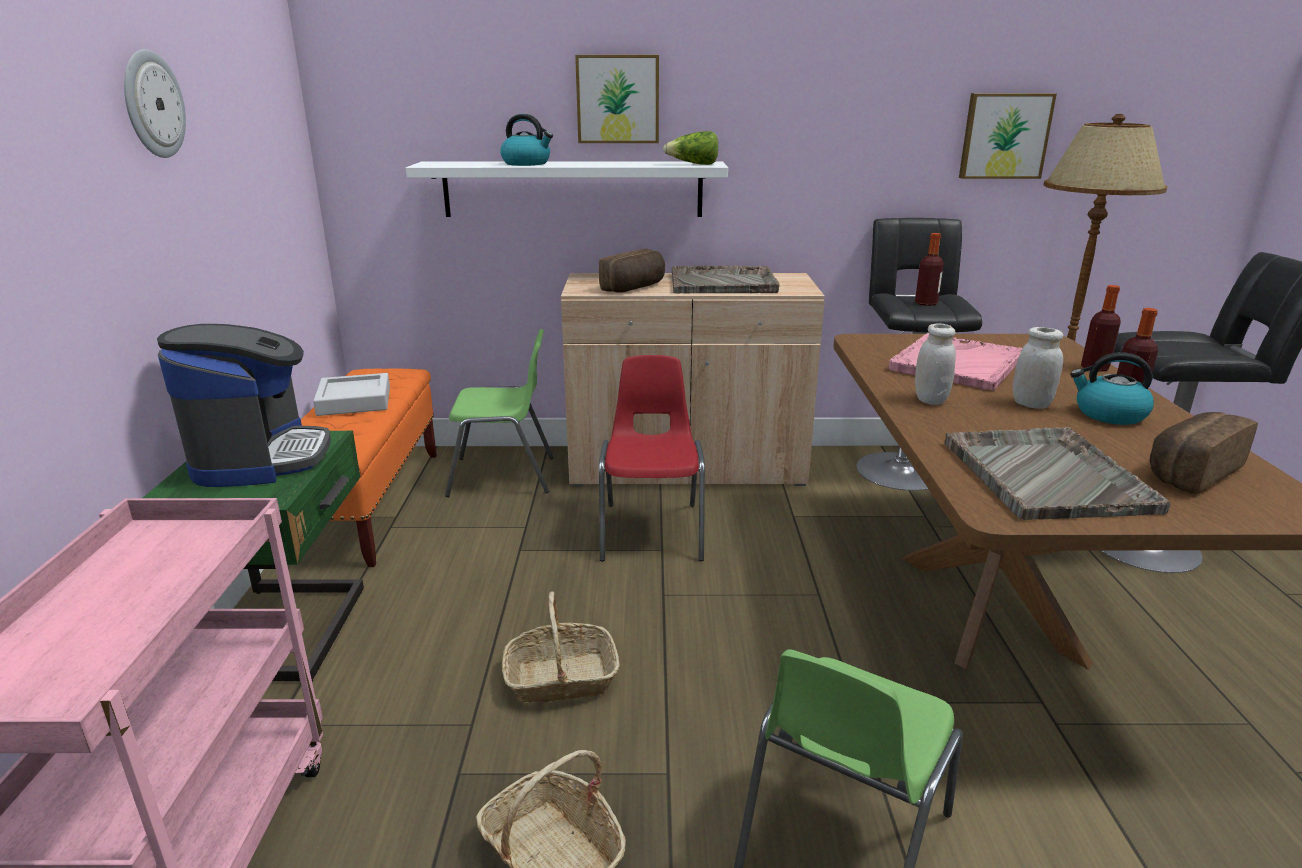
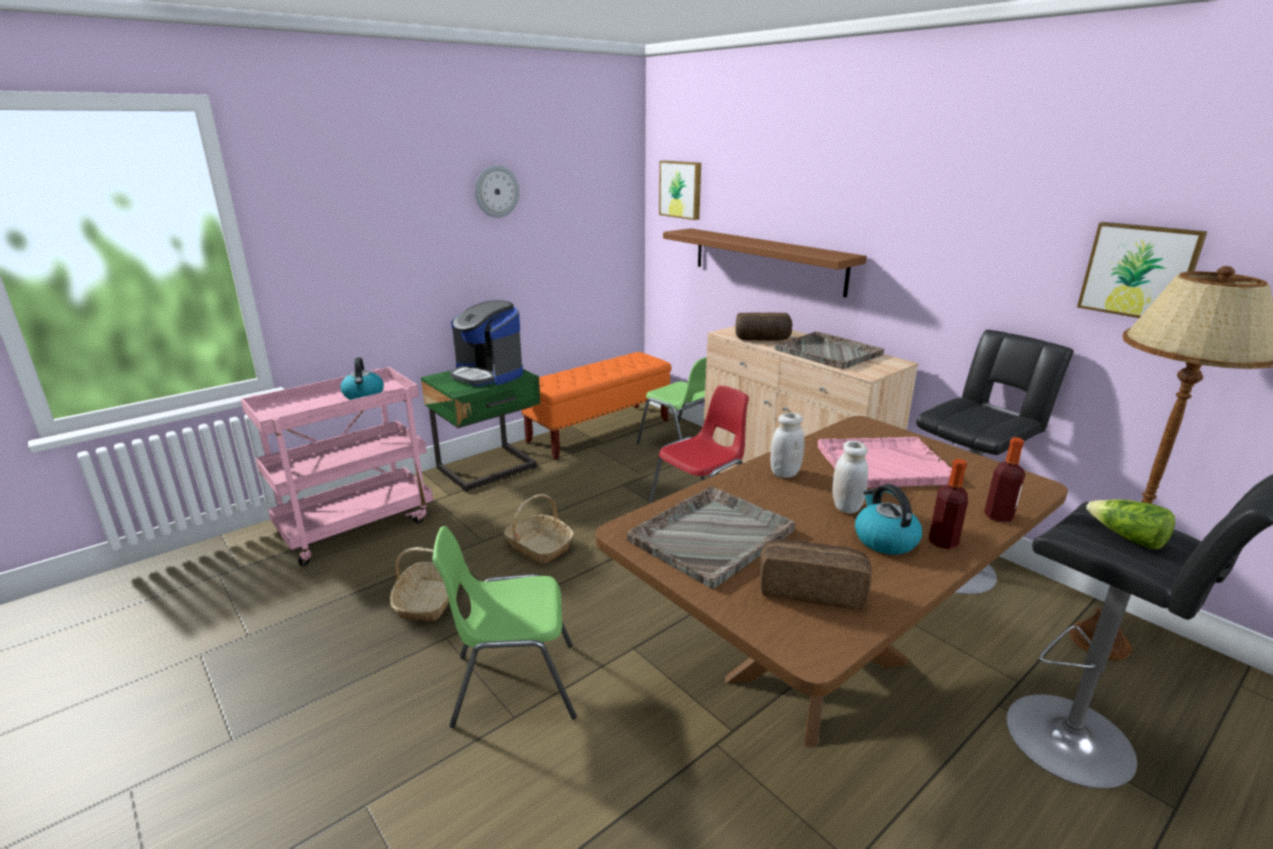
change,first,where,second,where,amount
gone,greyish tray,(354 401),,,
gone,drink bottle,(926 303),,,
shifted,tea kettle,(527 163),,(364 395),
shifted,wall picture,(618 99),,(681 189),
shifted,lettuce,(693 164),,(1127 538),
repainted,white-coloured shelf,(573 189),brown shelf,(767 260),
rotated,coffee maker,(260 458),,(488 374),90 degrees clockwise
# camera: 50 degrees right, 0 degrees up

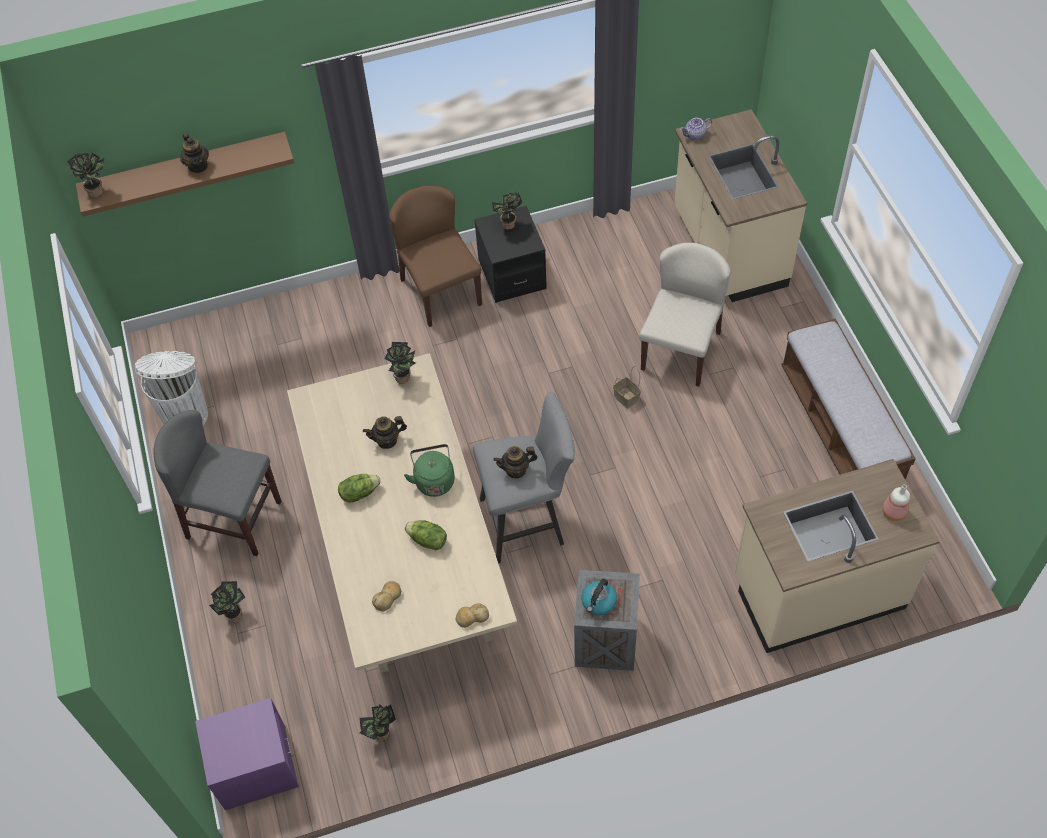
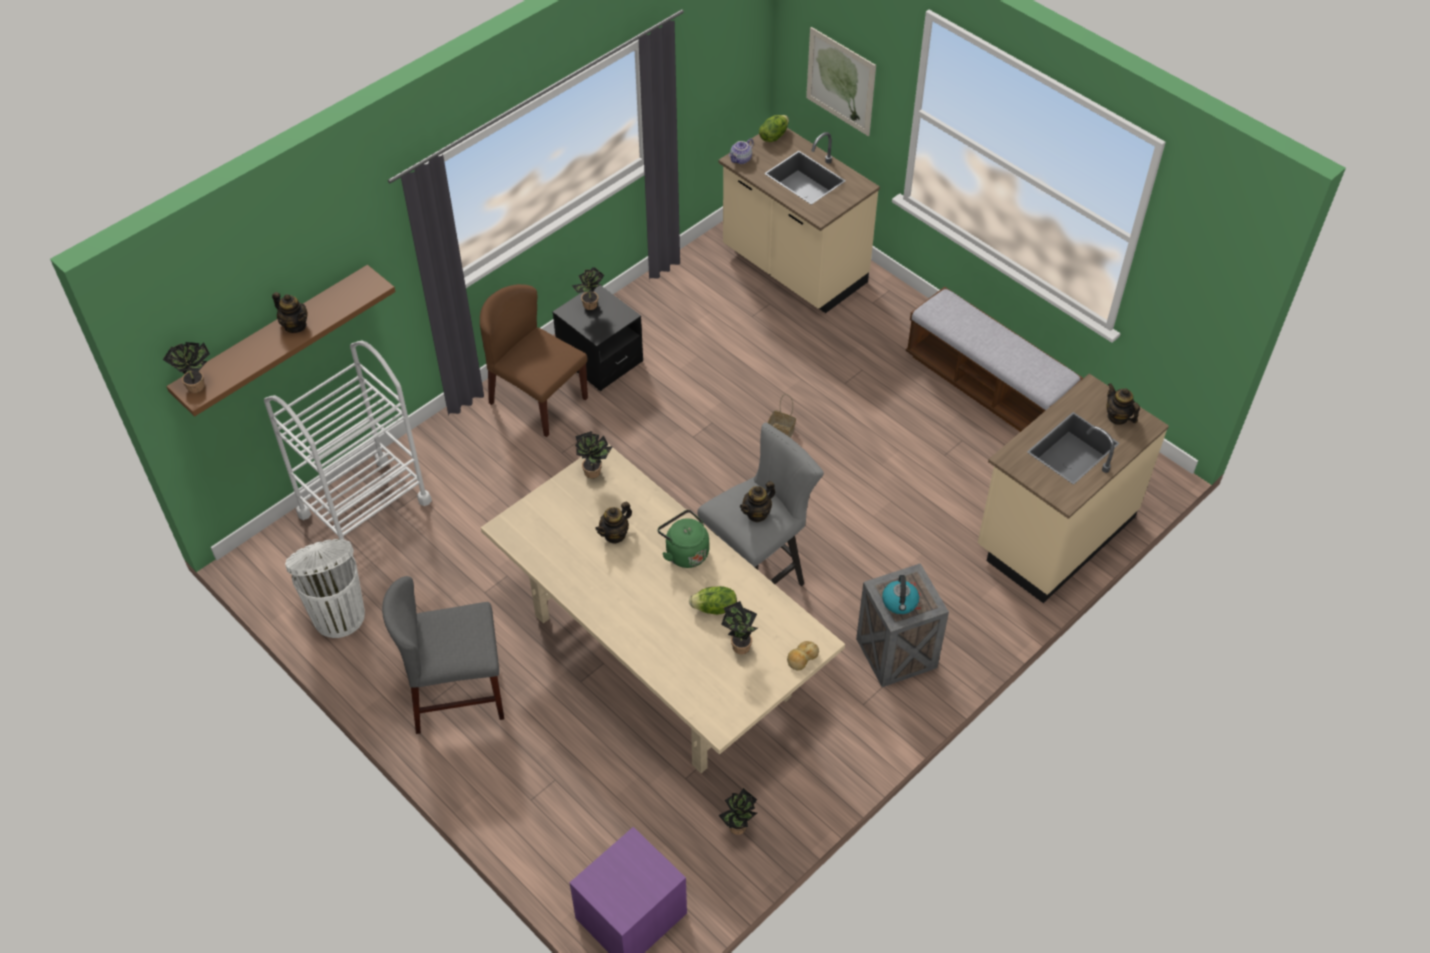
change,first,where,second,where,amount
gone,bread,(388 598),,,
gone,beige plain chair,(680 350),,,
new,,,white-coloured cart,(364 507),
new,,,wall picture,(840 81),
shifted,potted plant,(234 614),,(739 645),
shifted,lettuce,(359 493),,(773 136),
swapped,drink bottle,(893 513),tea pot,(1117 417),
# camera: 30 degrees left, 5 degrees down

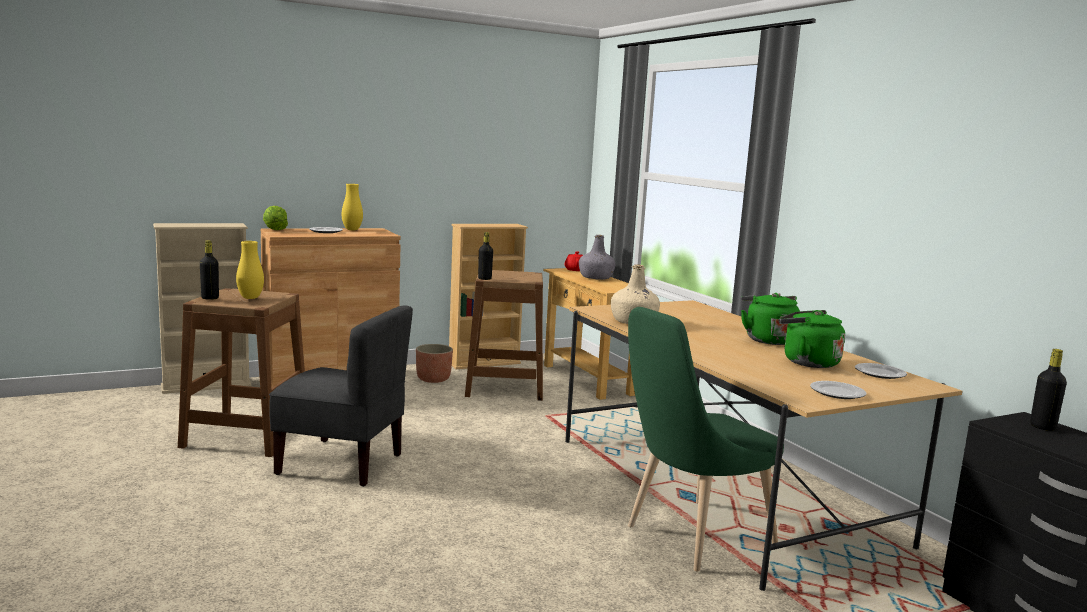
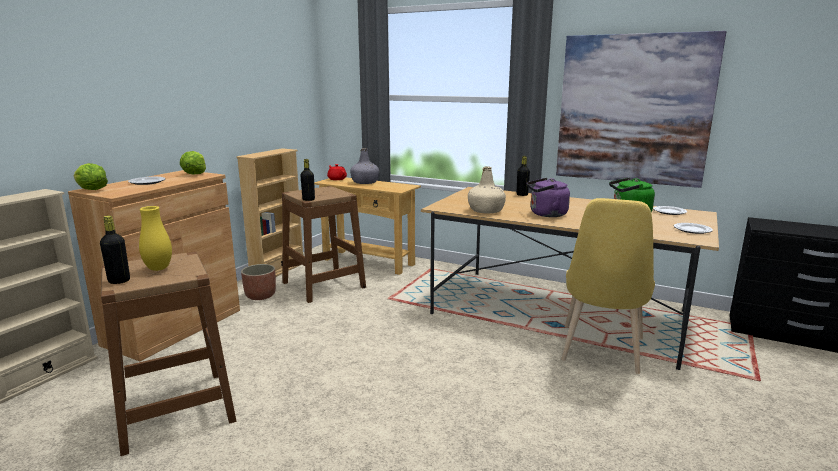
change,first,where,second,where,amount
gone,greyish plain chair,(341 464),,,
gone,yellowish flower vase,(352 230),,,
gone,green tea kettle,(767 340),,,
new,,,lettuce,(194 174),
new,,,purple tea kettle,(546 214),
new,,,wall picture,(633 110),
shifted,black-coloured drink bottle,(1042 427),,(522 195),
repainted,green plain chair,(691 538),yellowish plain chair,(600 352),
# camera: 35 degrees left, 5 degrees up

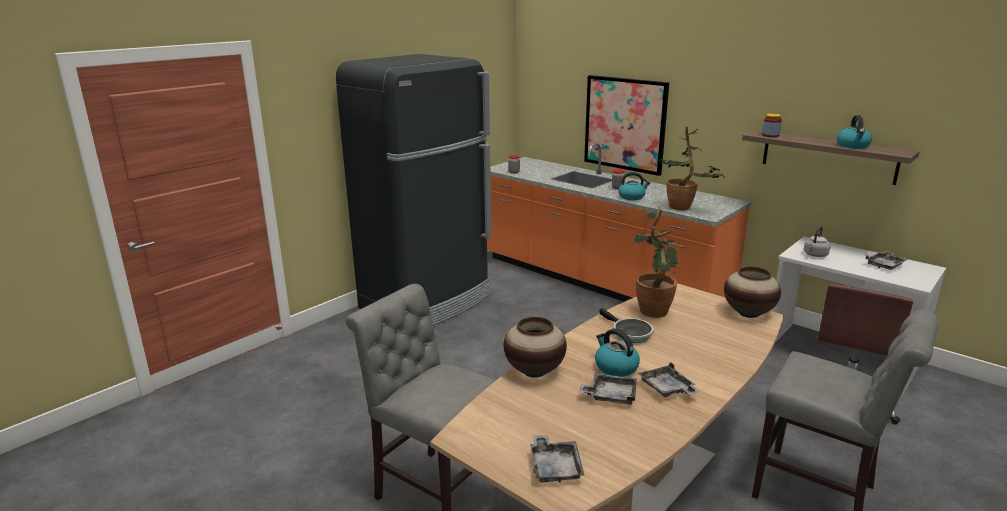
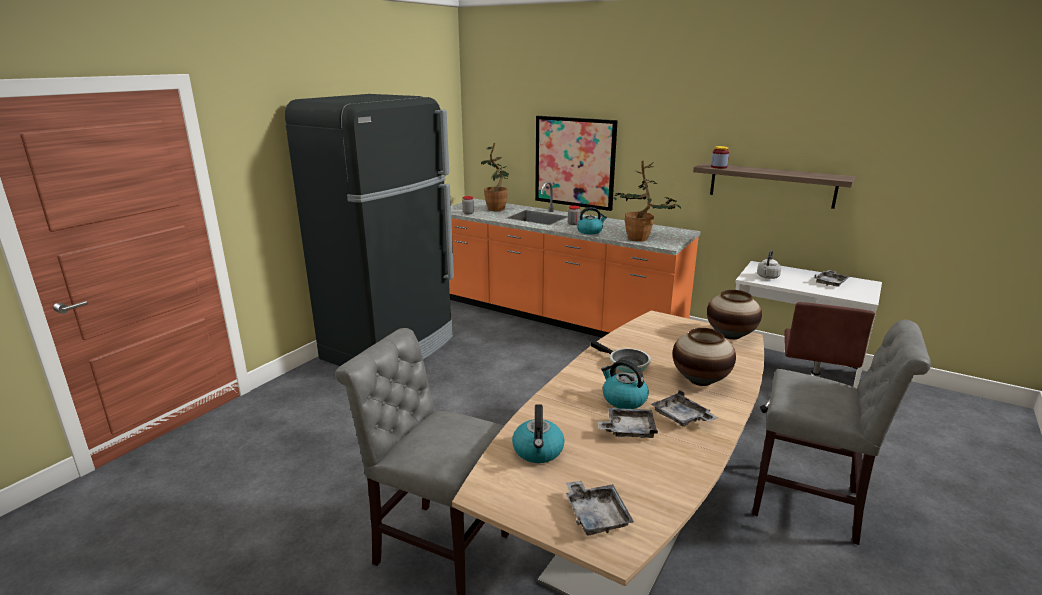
change,first,where,second,where,amount
shifted,flower vase,(534 371),,(700 380),
shifted,potted plant,(656 308),,(498 208),
shifted,tea kettle,(853 145),,(538 451),
# camera: 10 degrees left, 0 degrees up

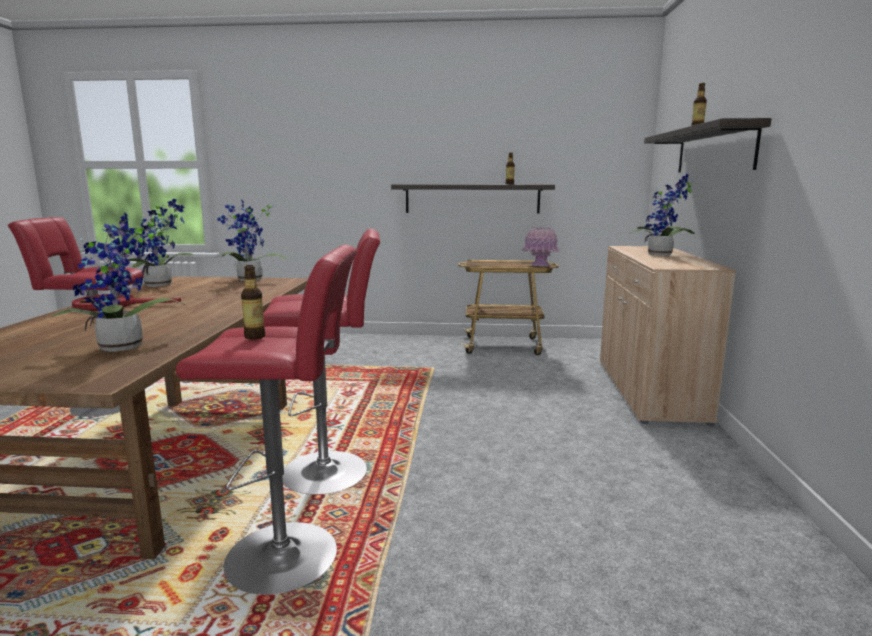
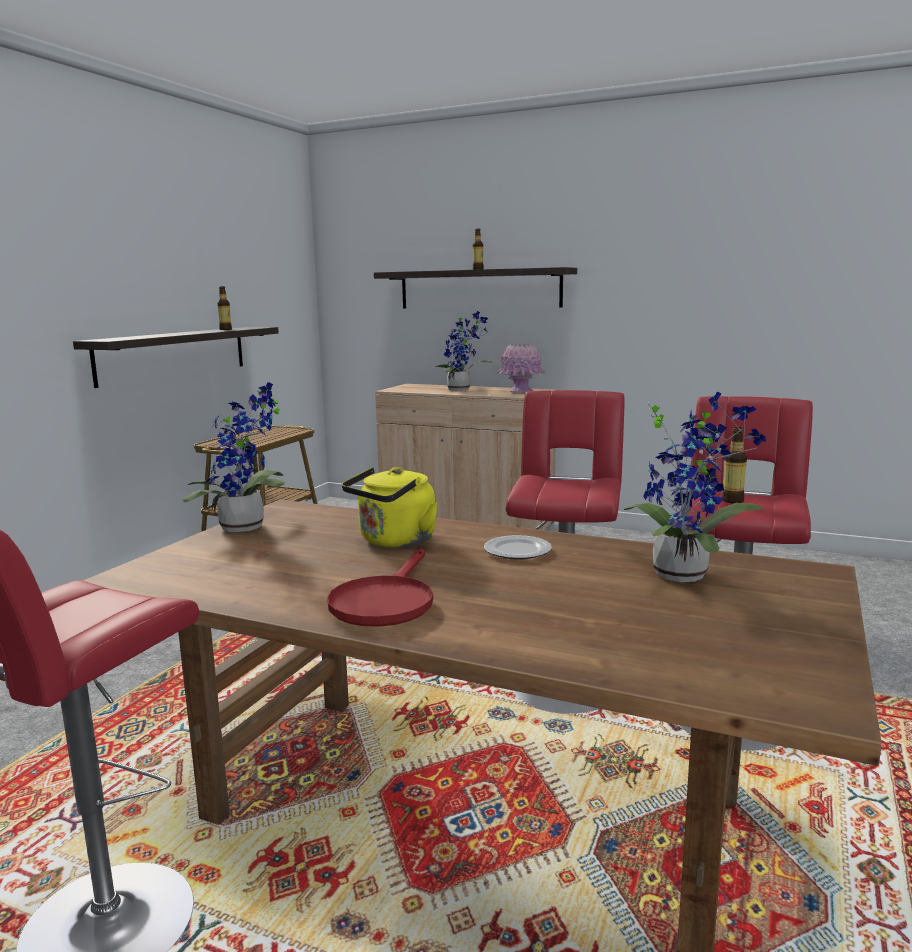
change,first,where,second,where,amount
gone,potted plant,(162 285),,,
new,,,yellowish tea kettle,(394 541),
new,,,flat dish,(517 551),
shifted,pink-coloured flower vase,(540 265),,(521 392),
# camera: 70 degrees left, 0 degrees up

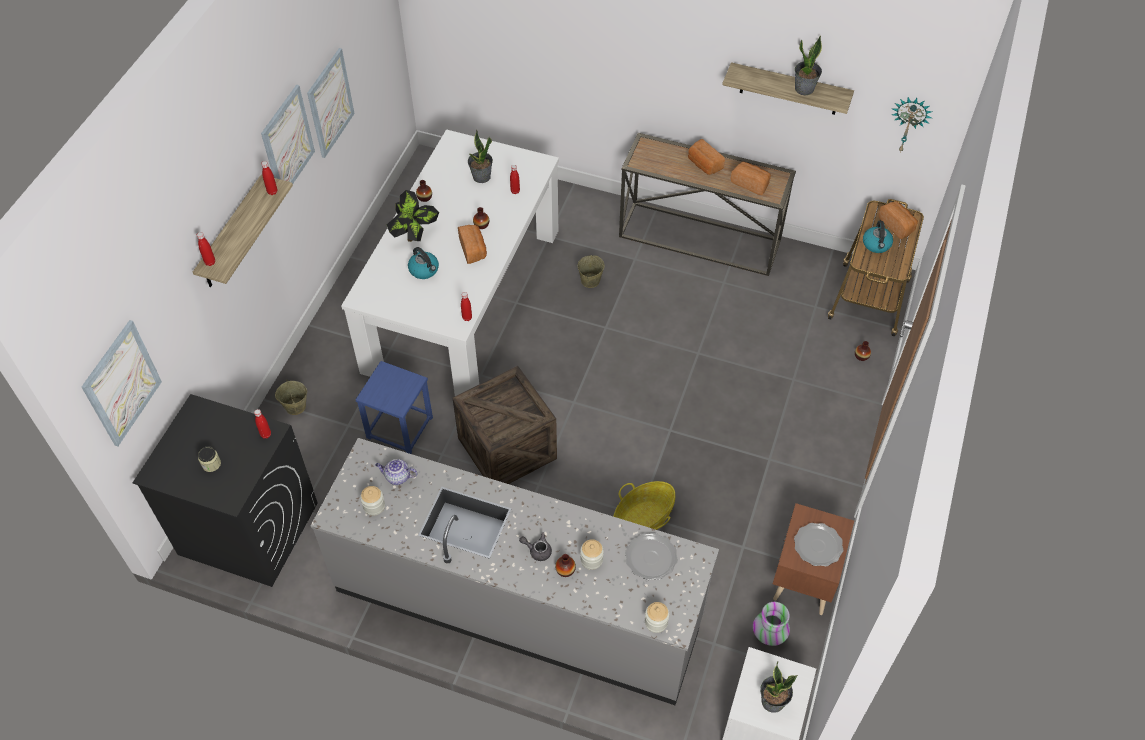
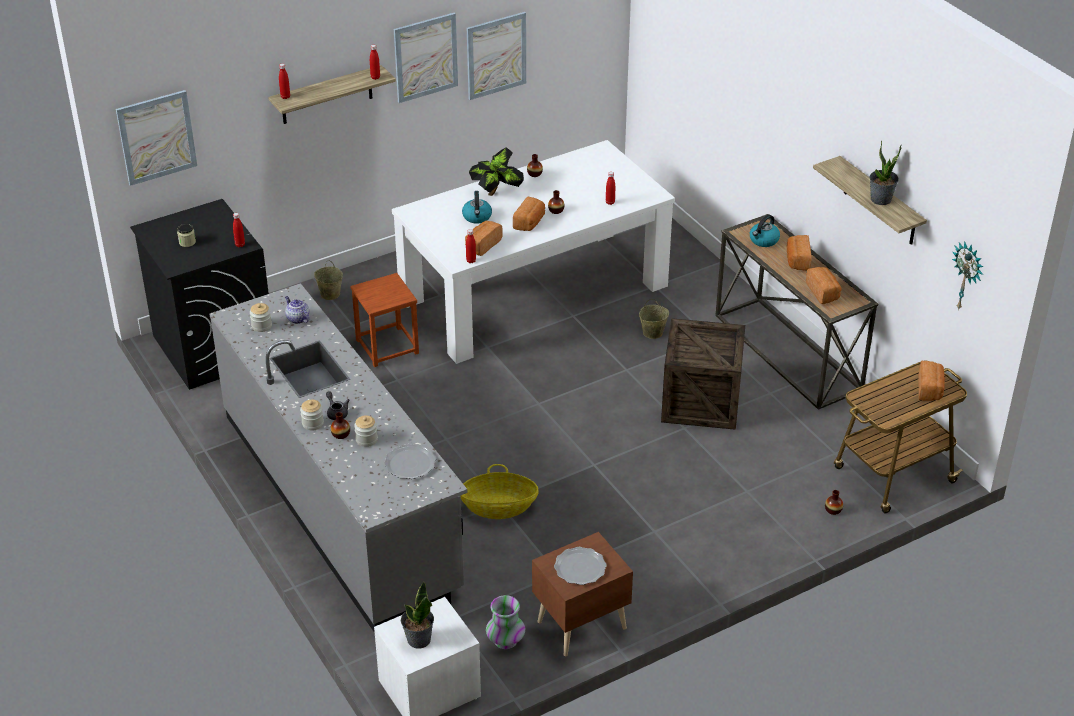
change,first,where,second,where,amount
gone,potted plant,(481 177),,,
new,,,bread,(482 245),
shifted,shipping crate,(507 448),,(701 401),
shifted,jar,(656 622),,(313 423),
shifted,tea kettle,(876 244),,(763 240),
repainted,blue-coloured stool seat,(399 428),brown stool seat,(386 346),
# camera: 40 degrees right, 15 degrees down

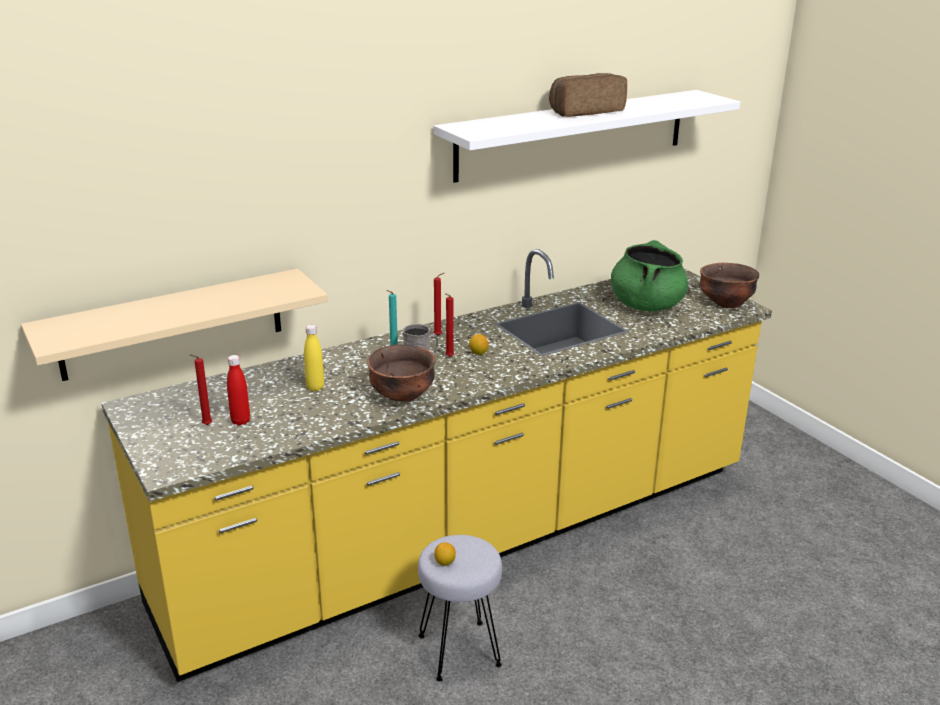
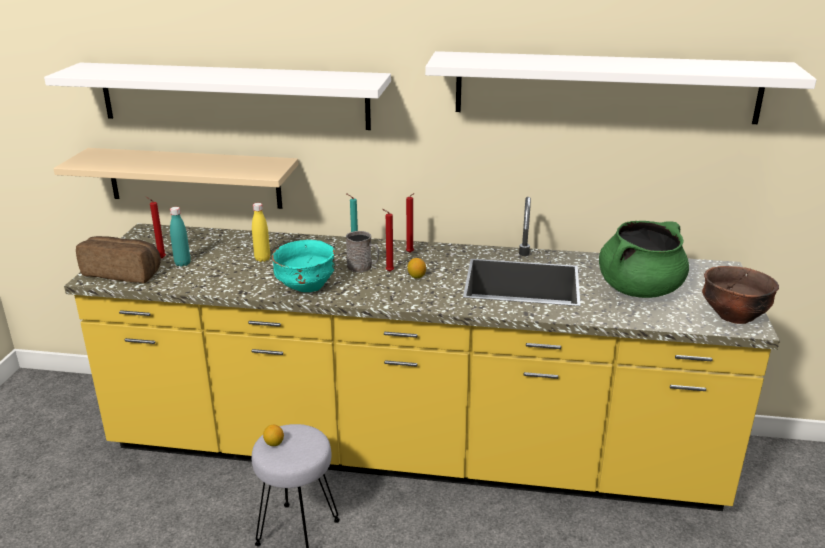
change,first,where,second,where,amount
new,,,white-coloured shelf,(234 96),
shifted,bread,(585 111),,(124 272),
repainted,red-coloured drink bottle,(240 421),blue-green drink bottle,(182 263),
repainted,brown bowl,(403 396),blue-green bowl,(306 287),
# camera: 40 degrees right, 0 degrees up

